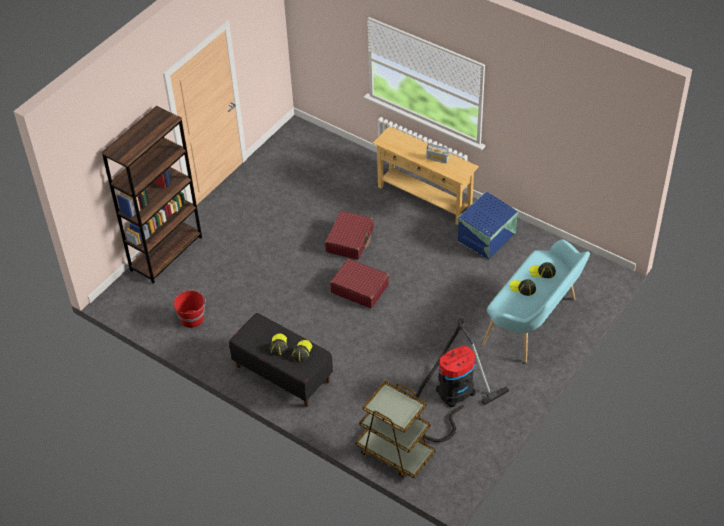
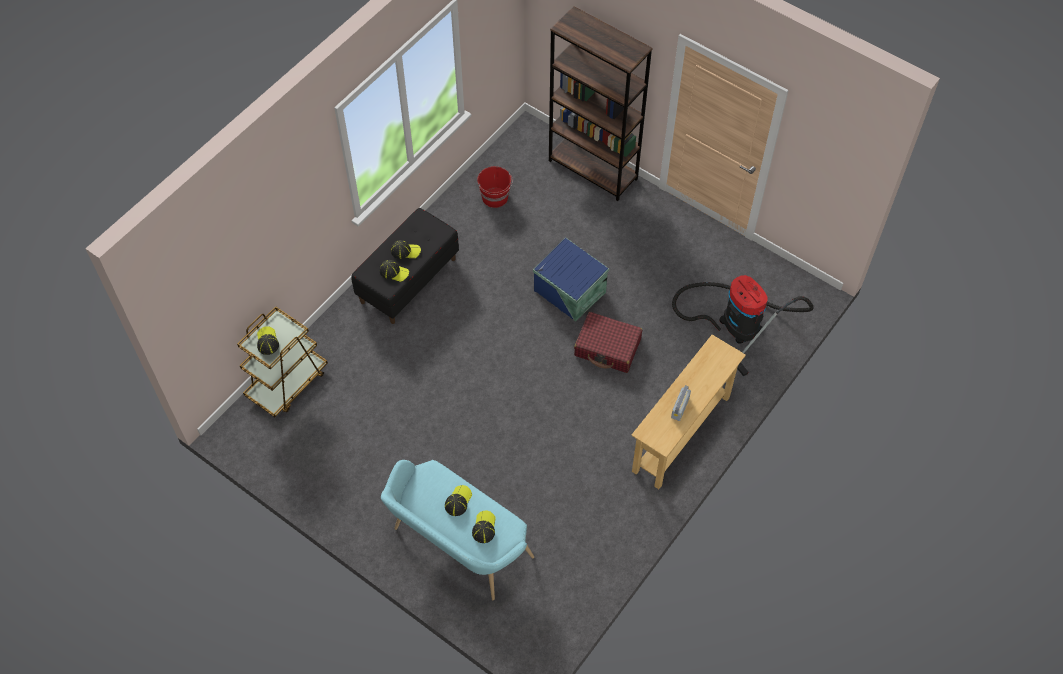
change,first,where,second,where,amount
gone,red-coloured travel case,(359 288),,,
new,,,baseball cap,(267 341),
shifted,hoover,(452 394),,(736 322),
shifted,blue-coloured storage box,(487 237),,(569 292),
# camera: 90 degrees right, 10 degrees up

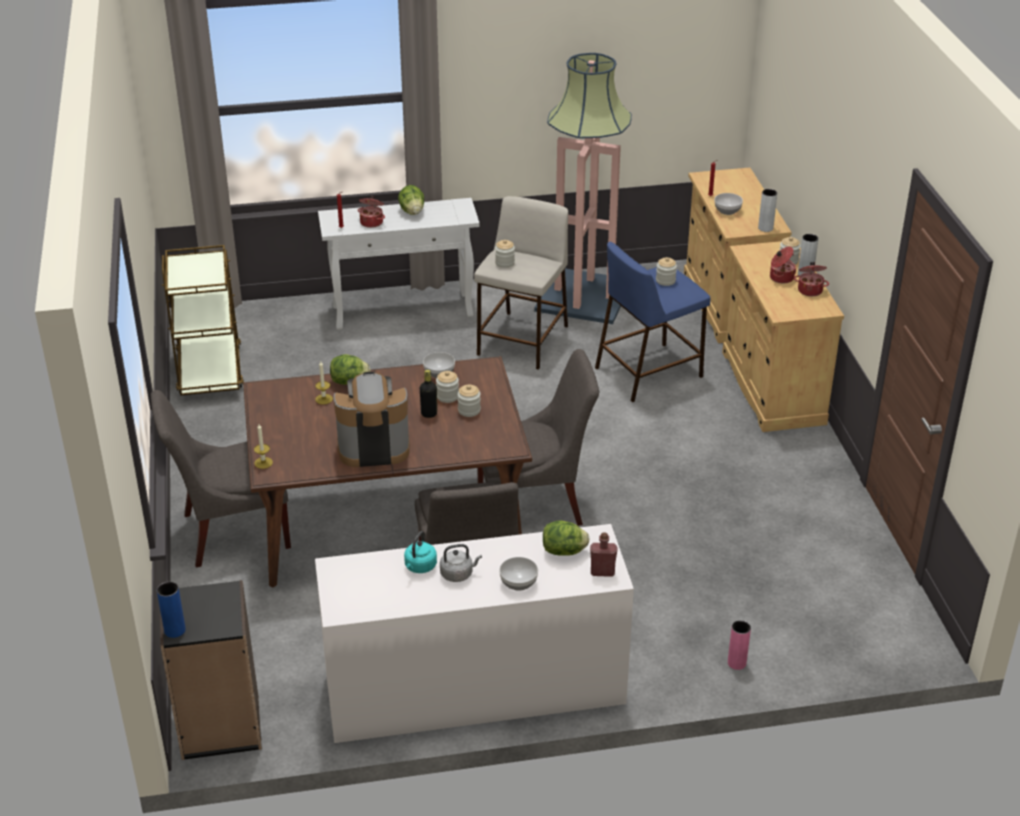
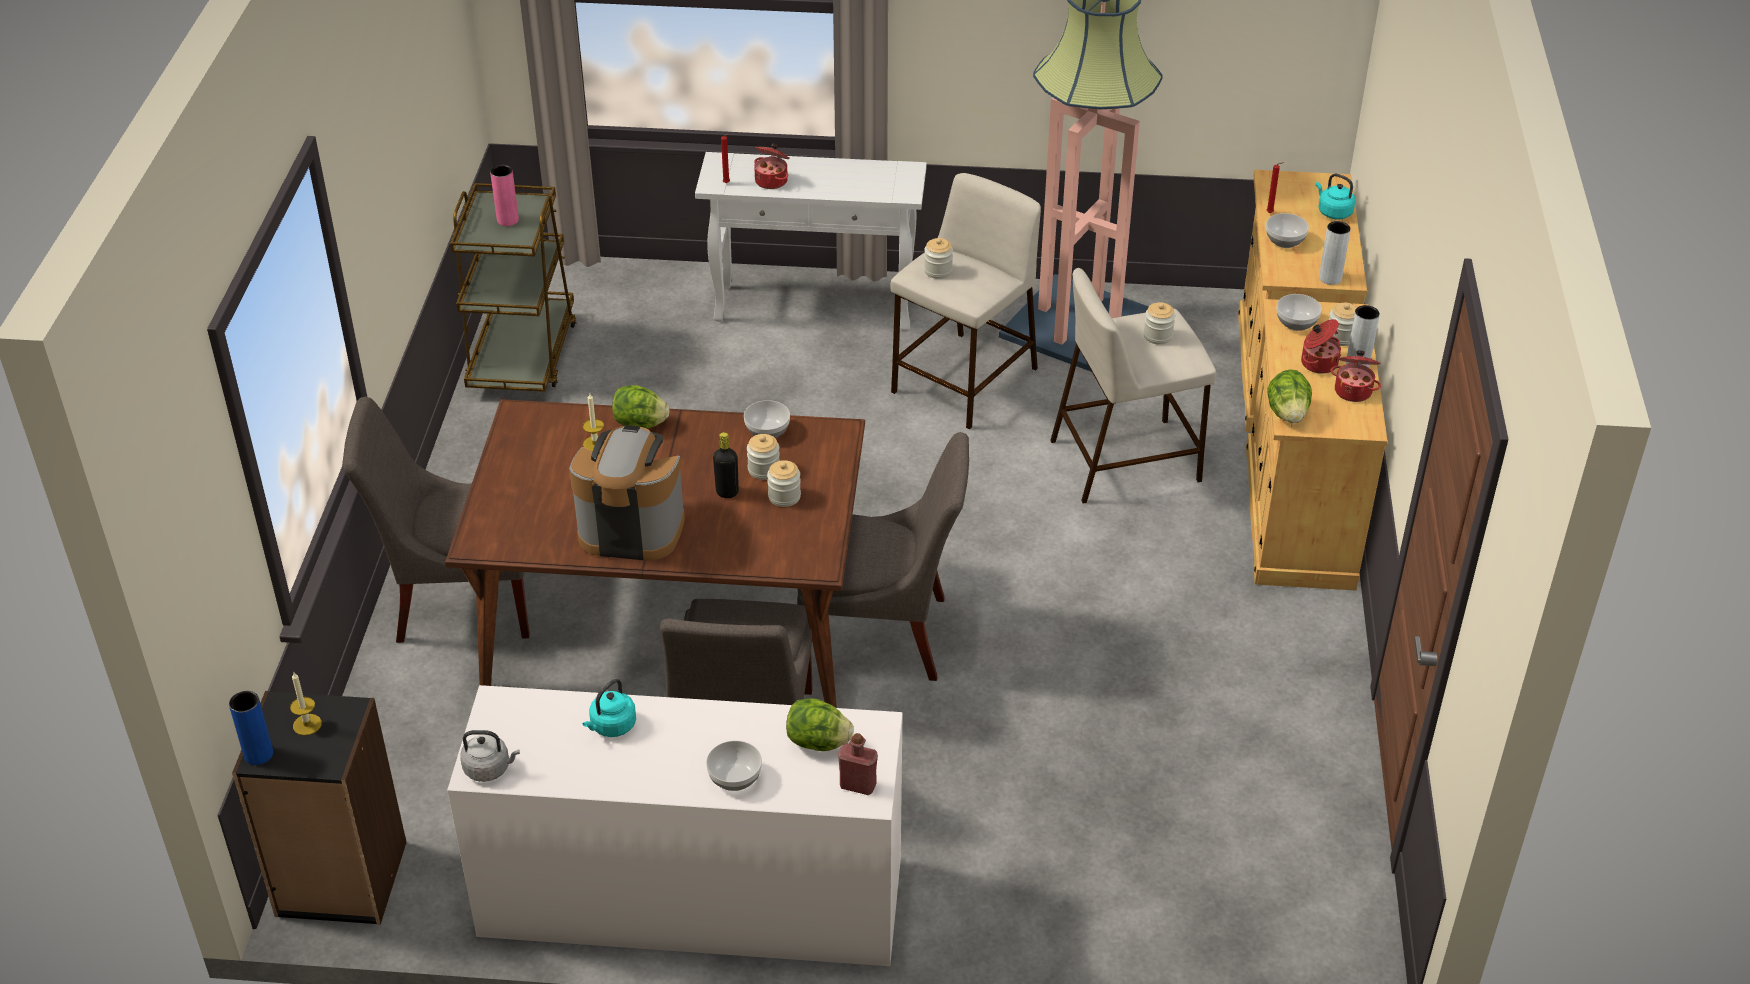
change,first,where,second,where,amount
new,,,bowl,(1297 323),
new,,,blue-green tea kettle,(1333 212),
shifted,candle,(263 463),,(307 724),
shifted,lettuce,(412 211),,(1287 413),
shifted,greyish tea kettle,(458 574),,(489 769),
shifted,pink-coloured flower vase,(736 663),,(508 220),
repainted,blue-coloured stool seat,(649 371),beige stool seat,(1127 460),
# camera: 15 degrees right, 5 degrees up

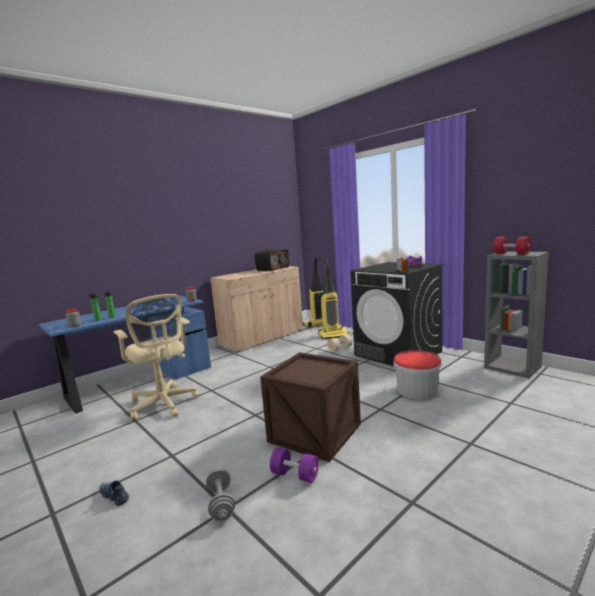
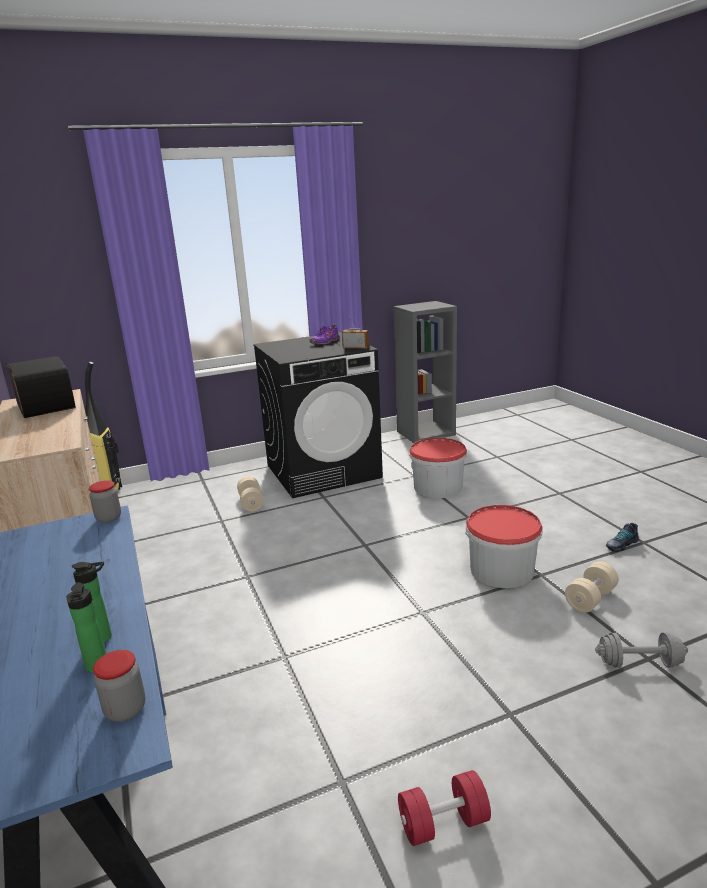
change,first,where,second,where,amount
gone,beige desk chair,(164 405),,,
gone,hoover,(333 335),,,
shifted,item of footwear,(114 495),,(621 544),
shifted,red-coloured free weight,(511 253),,(443 823),
swapped,shipping crate,(315 433),bucket,(502 570),
repainted,purple free weight,(295 475),beige free weight,(590 599),
# camera: 70 degrees left, 10 degrees up

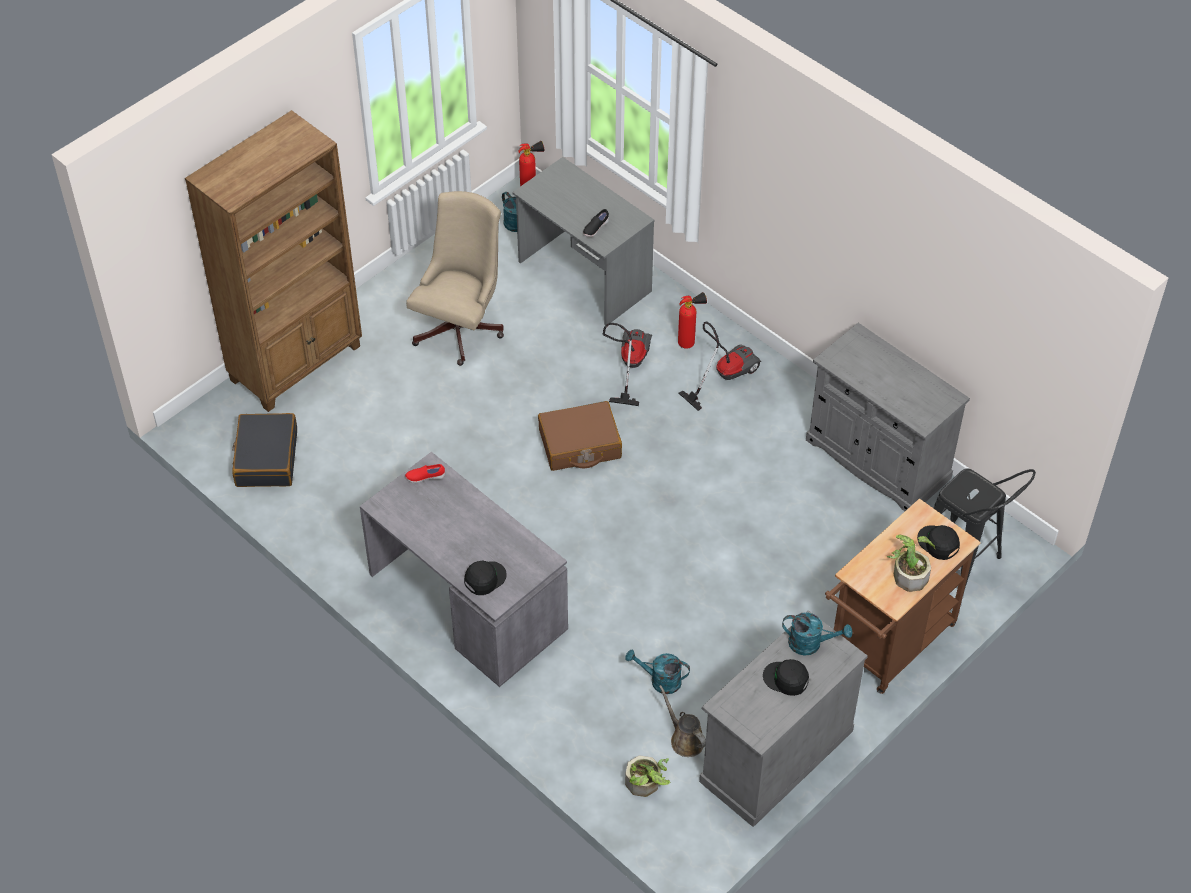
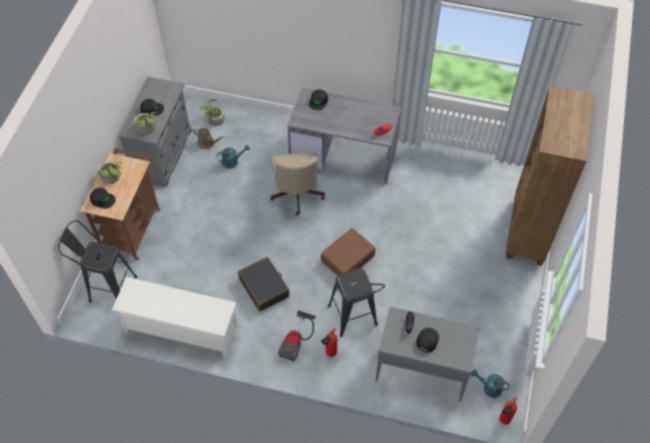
change,first,where,second,where,amount
new,,,black-coloured baseball cap,(427 340),
shifted,black-coloured travel case,(266 458),,(264 287),
shifted,beige desk chair,(461 326),,(297 196),
swapped,hoover,(629 365),black-coloured stool seat,(354 320),
swapped,blue-green watering can,(811 644),potted plant,(147 129),
swapped,greyish cabinet,(877 459),white-coloured shoe stand,(181 329),
# camera: 150 degrees right, 5 degrees up

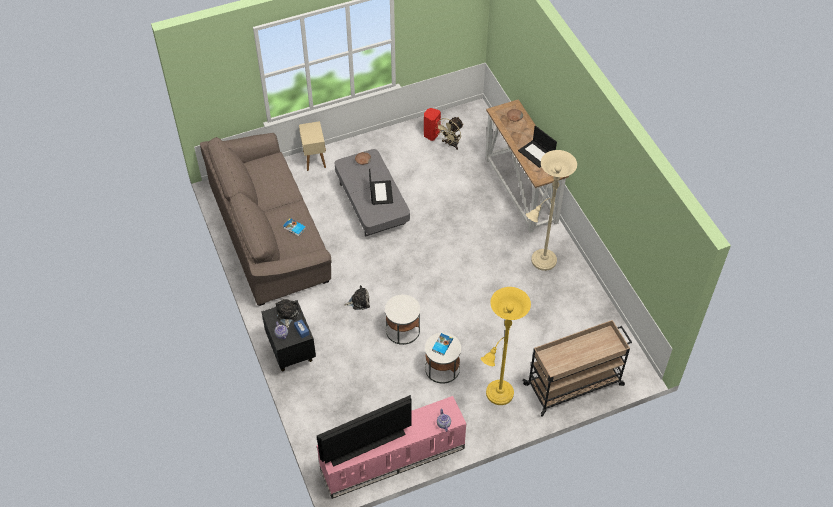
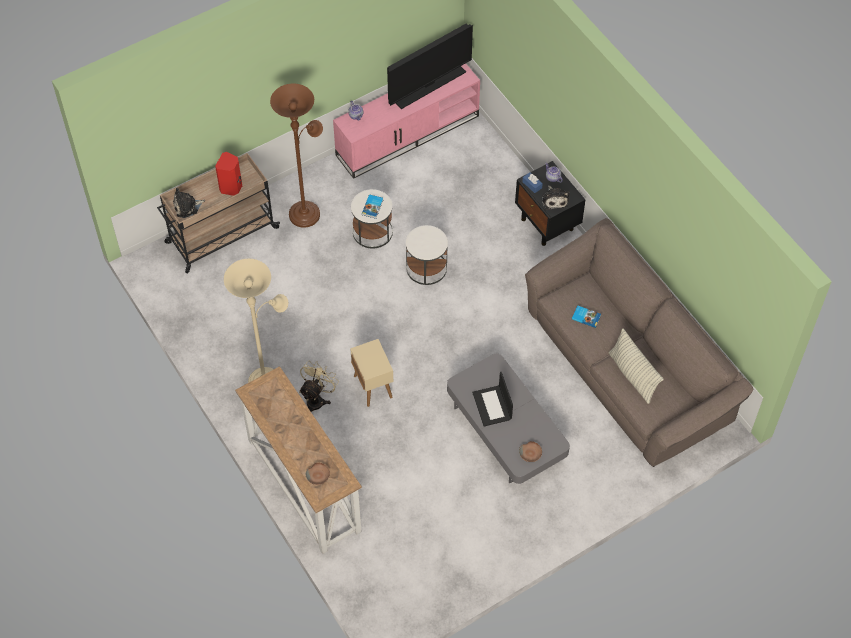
change,first,where,second,where,amount
gone,portable computer,(537 154),,,
new,,,cushion,(632 375),
shifted,beige accent table,(314 159),,(373 387),
shifted,cuddly toy,(359 301),,(187 207),
shifted,red-coloured loudspeaker,(431 134),,(231 187),
shifted,beige electric fan,(450 144),,(317 399),
repainted,yellowish floor lamp,(497 395),brown floor lamp,(306 211),
# camera: 170 degrees right, 5 degrees up

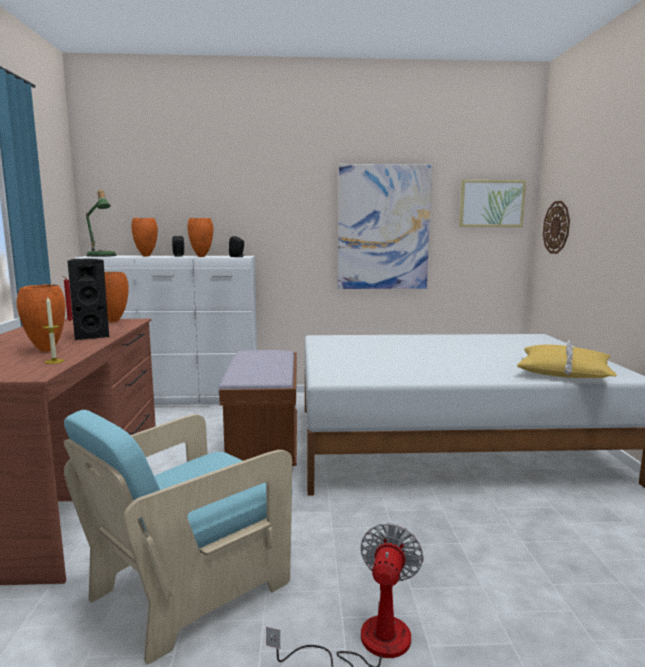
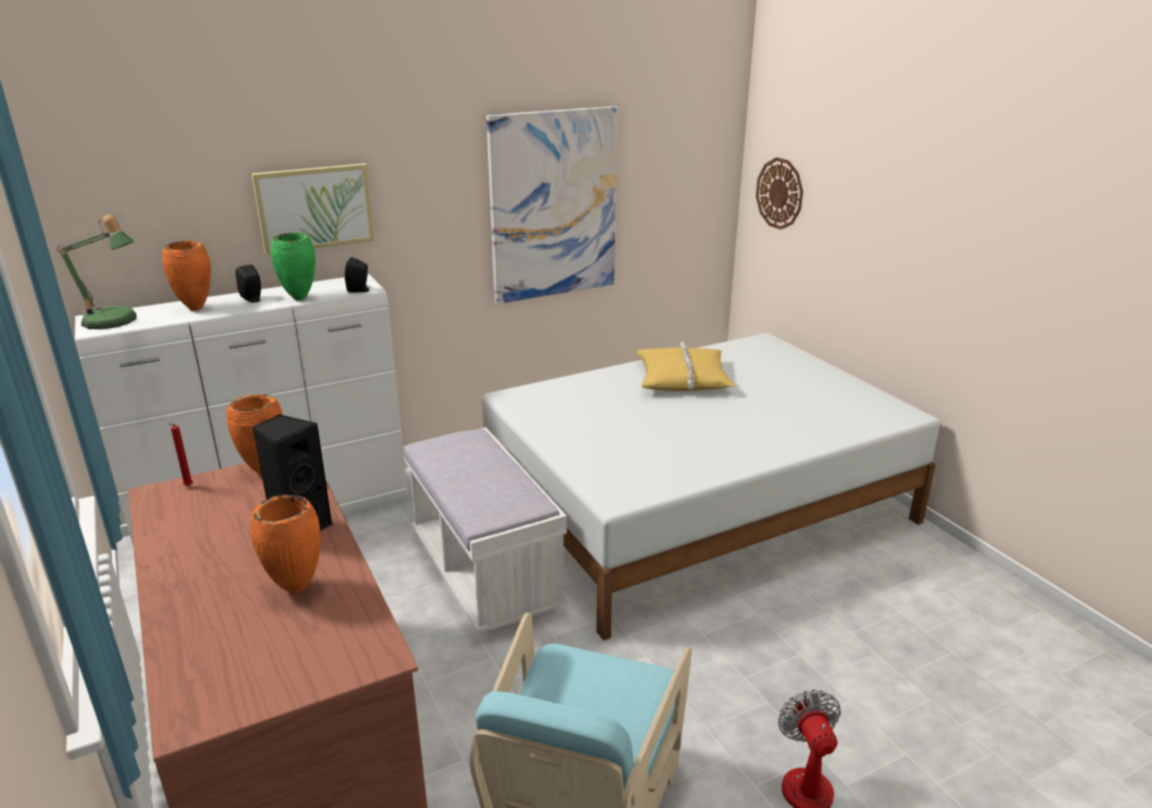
change,first,where,second,where,amount
gone,candle,(54 361),,,
shifted,wall picture,(491 203),,(315 207),
shifted,yellowish cushion,(564 372),,(682 379),
repainted,orangey flower vase,(201 256),green flower vase,(300 299),
repainted,brown bench,(265 445),white-coloured bench,(485 572),
# camera: 25 degrees left, 15 degrees up

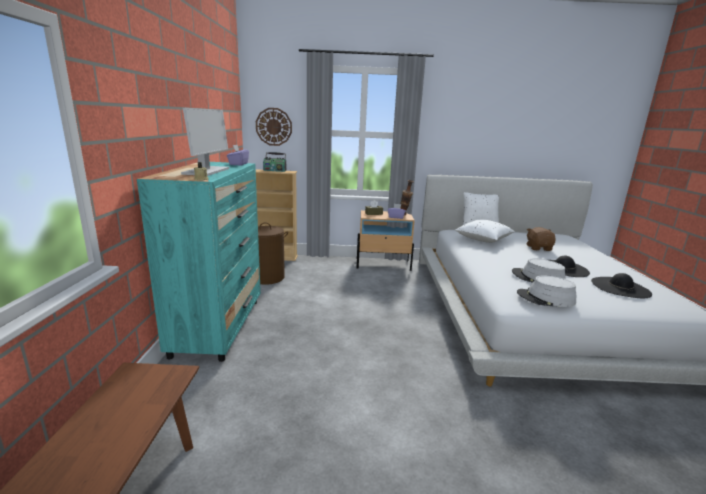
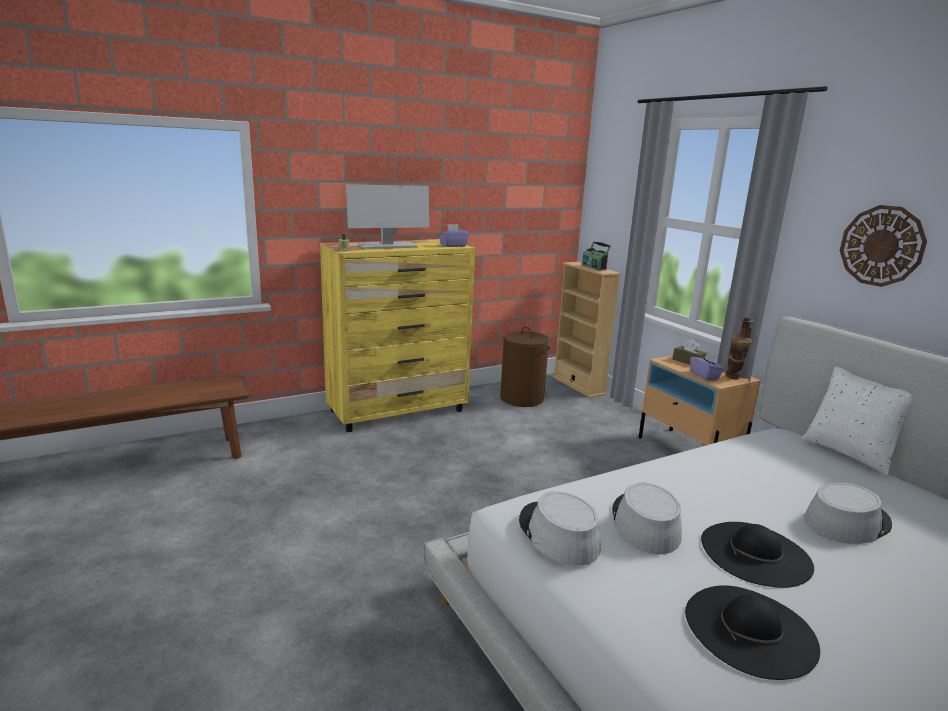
change,first,where,second,where,amount
gone,white-coloured cushion,(483 240),,,
shifted,wall clock,(274 126),,(881 246),
swapped,brown cuddly toy,(539 248),greyish hat,(846 522),
repainted,blue-green drawer chest,(219 326),yellowish drawer chest,(398 411),
# camera: 60 degrees right, 0 degrees up

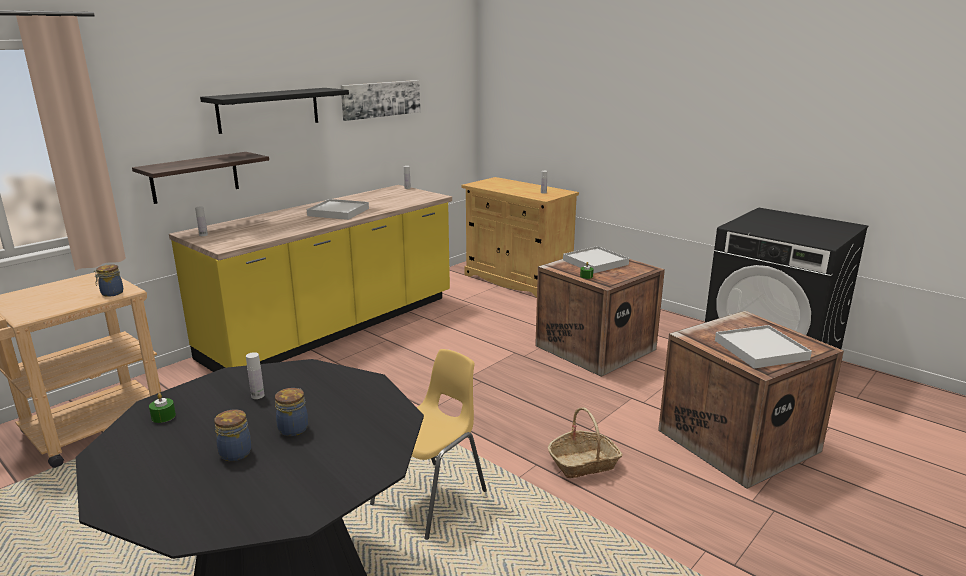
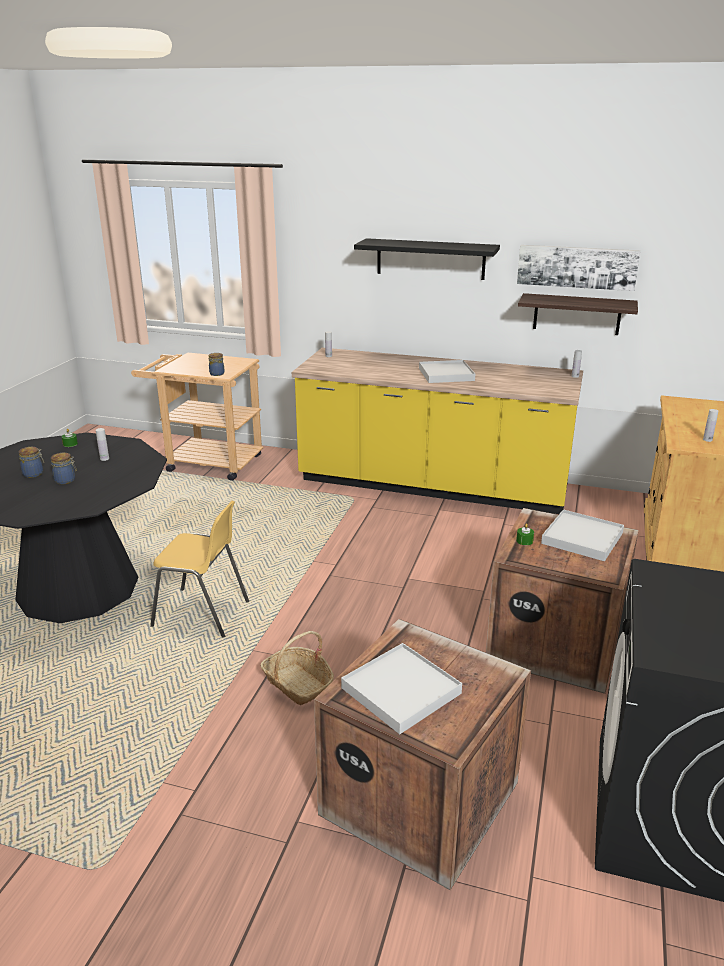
change,first,where,second,where,amount
shifted,shelf,(195 177),,(577 314),
# camera: 65 degrees right, 5 degrees up

